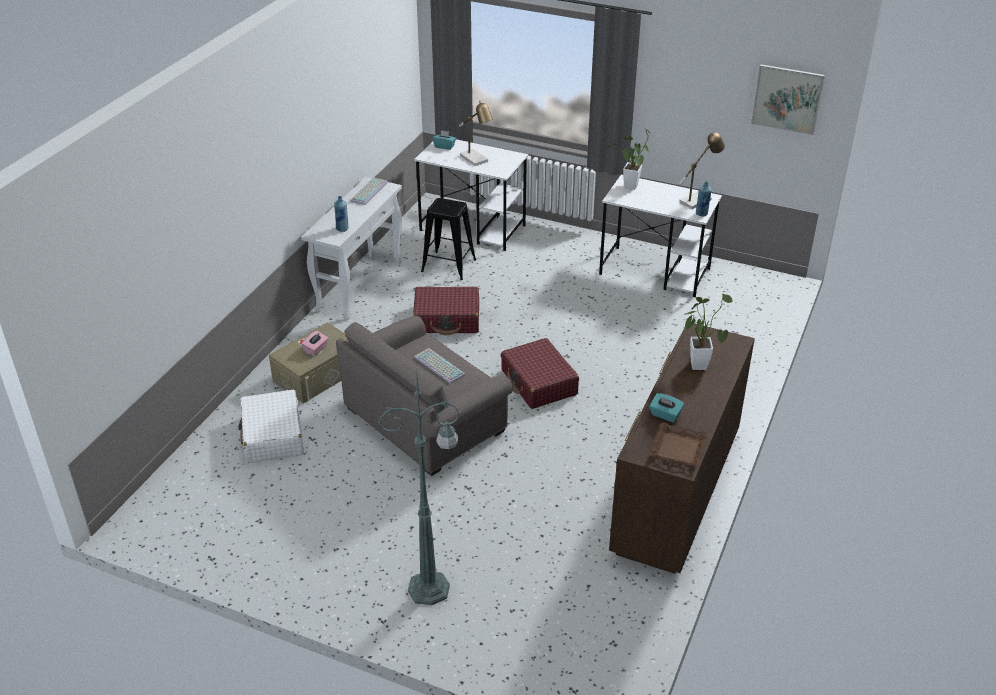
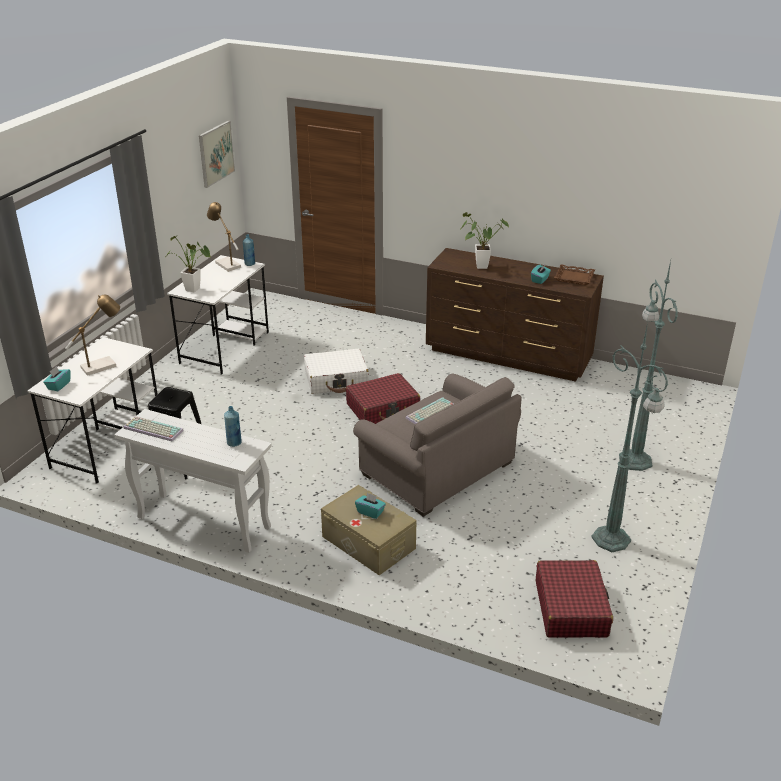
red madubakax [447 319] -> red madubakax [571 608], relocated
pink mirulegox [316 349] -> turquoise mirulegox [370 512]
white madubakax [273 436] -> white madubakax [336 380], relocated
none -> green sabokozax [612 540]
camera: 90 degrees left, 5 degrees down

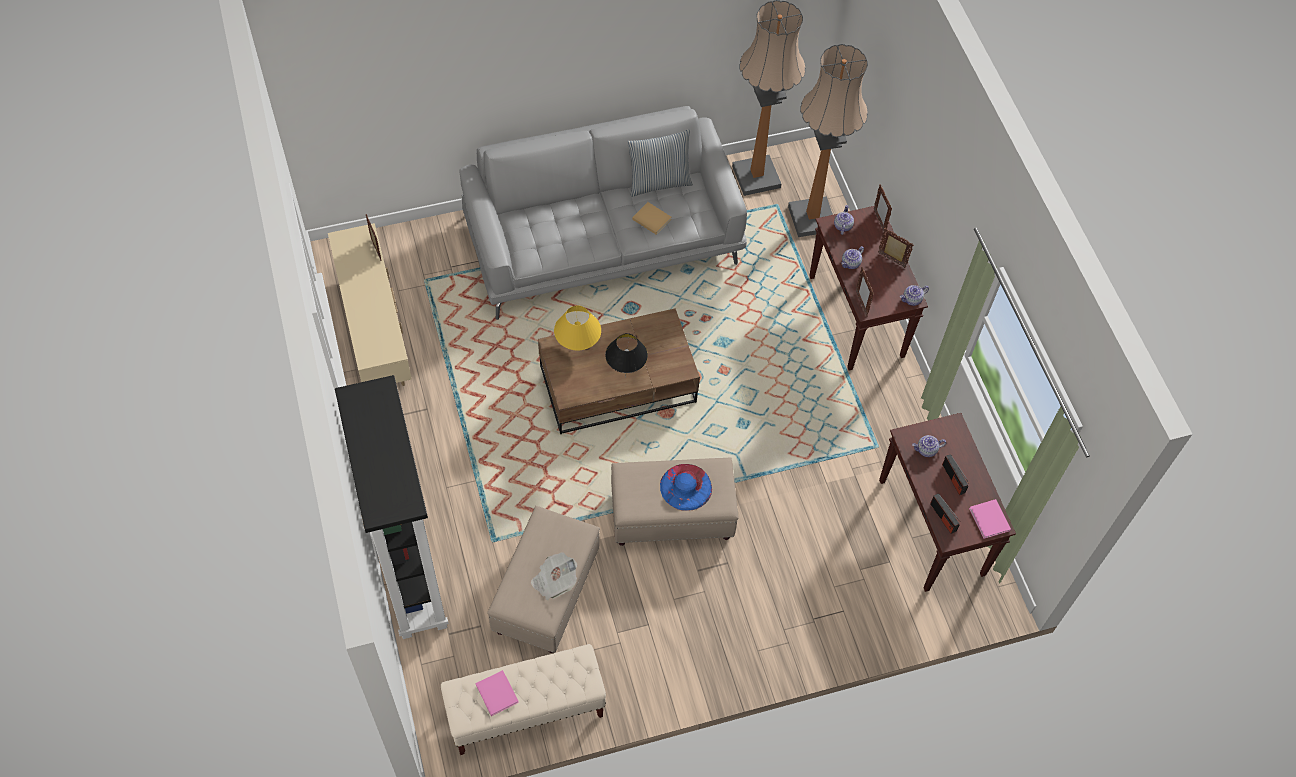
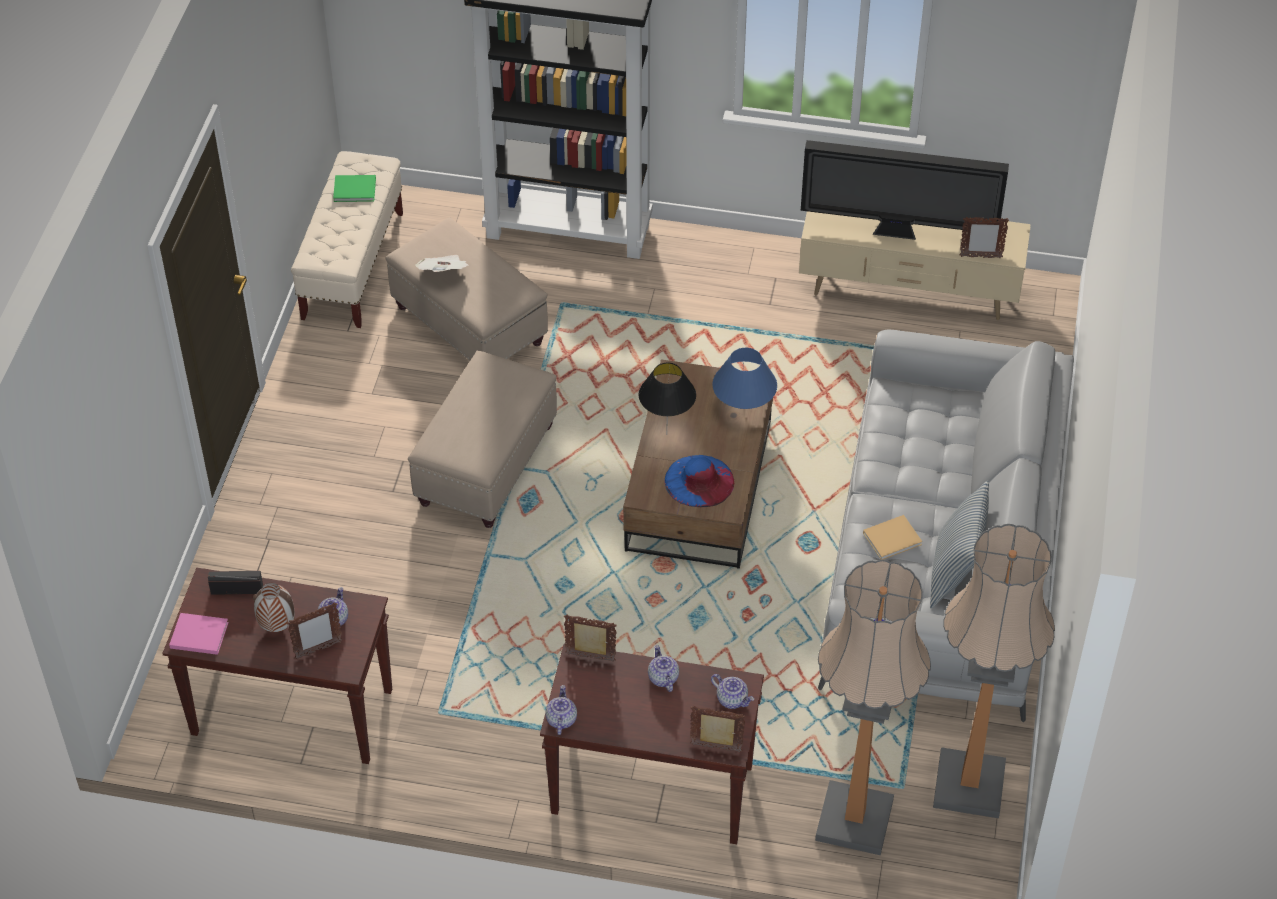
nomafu [891 260] -> nomafu [318 650], relocated
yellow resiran [577 344] -> blue resiran [743 408]
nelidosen [953 478] -> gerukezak [276 627]
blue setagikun [686 487] -> blue setagikun [699 481], relocated
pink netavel [496 692] -> green netavel [356 190]
none -> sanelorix [897 233]
camera: 120 degrees right, 10 degrees down

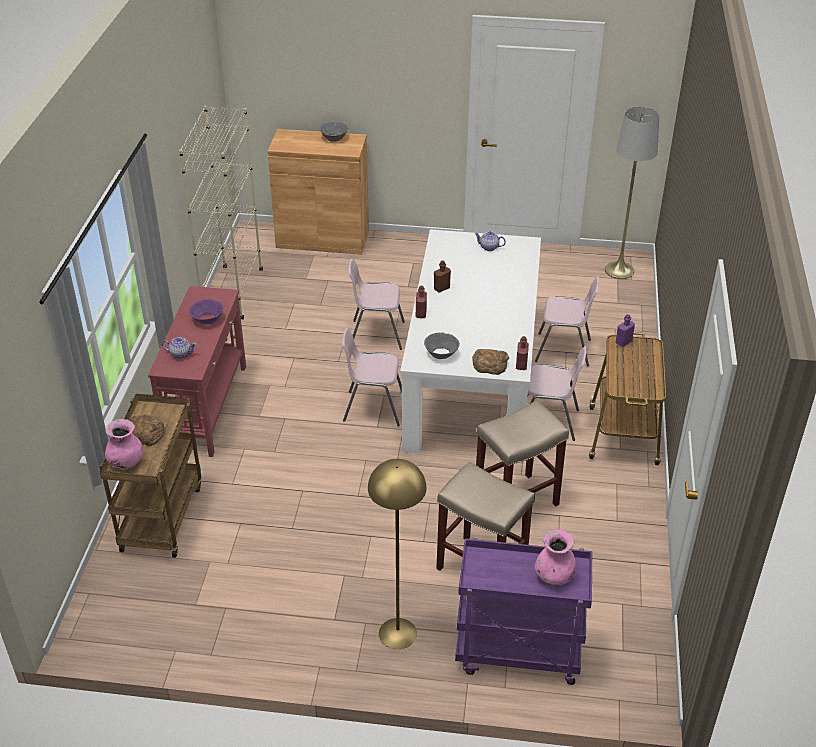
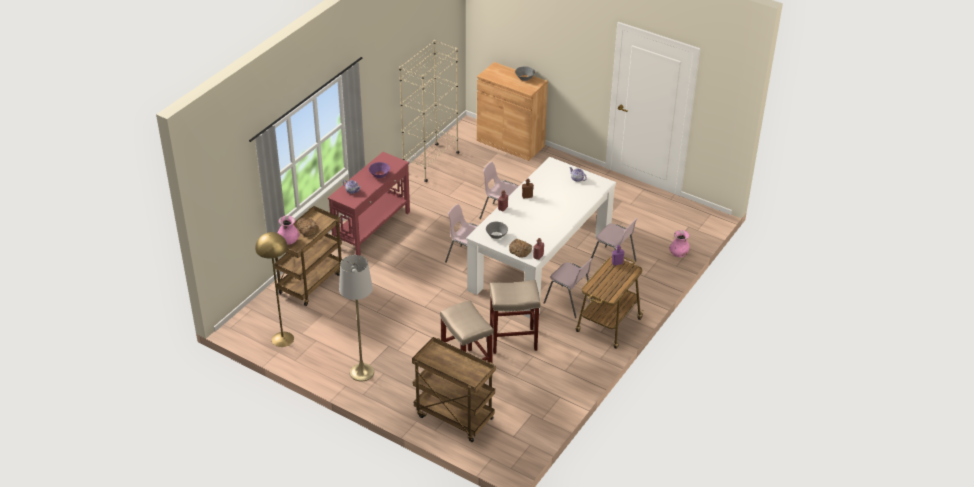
grey sabokozax [619 270] -> grey sabokozax [361 372], relocated
yellow sabokozax [397 633] -> yellow sabokozax [282 339], relocated
pink gerukezak [554 576] -> pink gerukezak [678 254], relocated
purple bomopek [516 654] -> brown bomopek [453 417]
camera: 25 degrees right, 0 degrees up

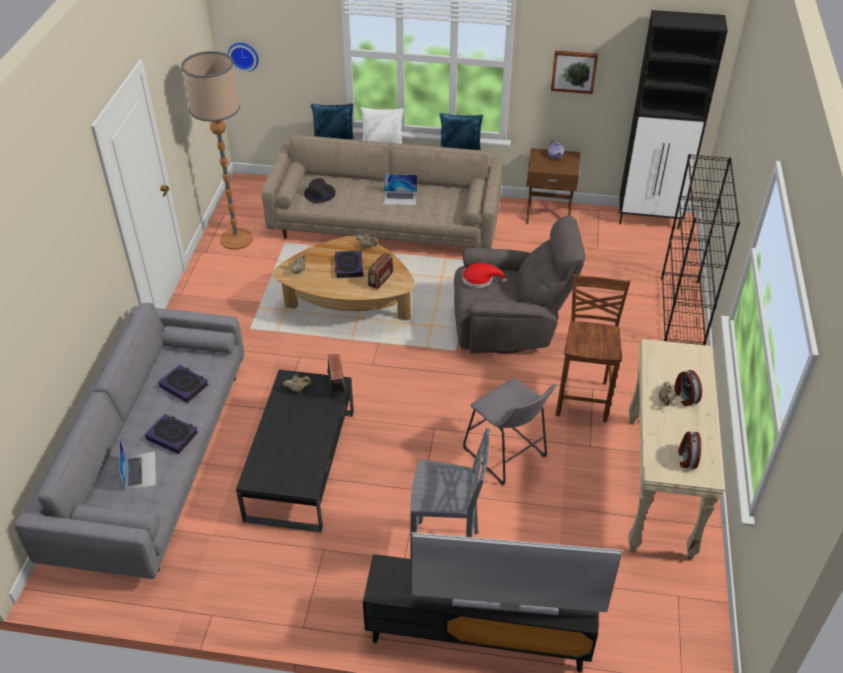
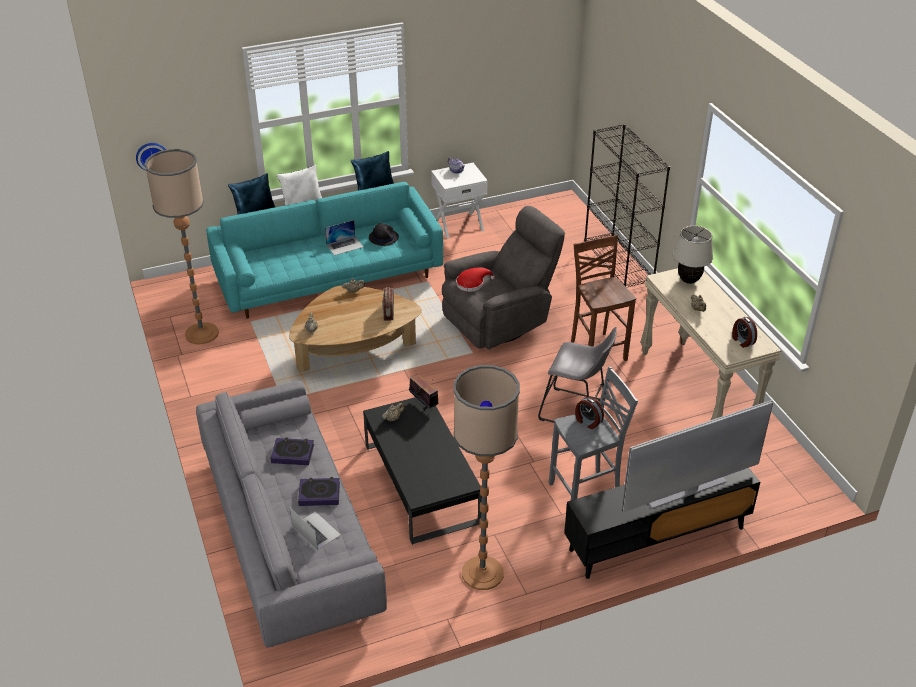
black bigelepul [649 219] -> none
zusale [574 71] -> none
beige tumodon [385 223] -> turquoise tumodon [328 276]
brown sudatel [548 213] -> white sudatel [458 225]
black setagikun [319 193] -> black setagikun [383 237], relocated
netavel [349 266] -> none
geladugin [685 397] -> geladugin [588 422], relocated
none -> beige resiran [689 280]
none -> sabokozax [482 573]
camera: 30 degrees left, 5 degrees down

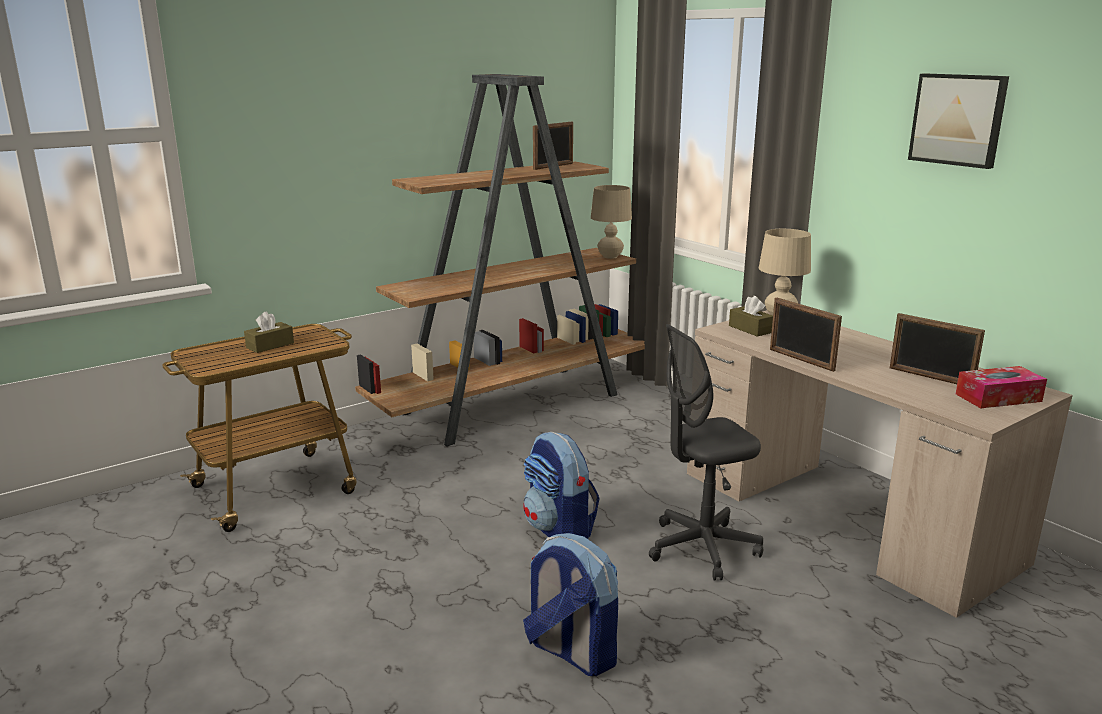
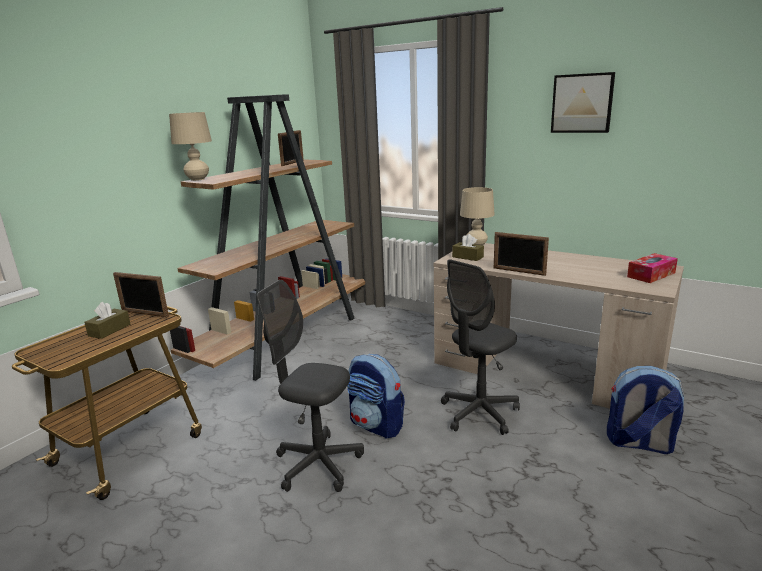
beige resiran [610 256] -> beige resiran [197 179], relocated
nomafu [930 377] -> nomafu [144 314], relocated
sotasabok [571 652] -> sotasabok [639 443], relocated
none -> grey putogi [318 464]
camera: 20 degrees left, 0 degrees up

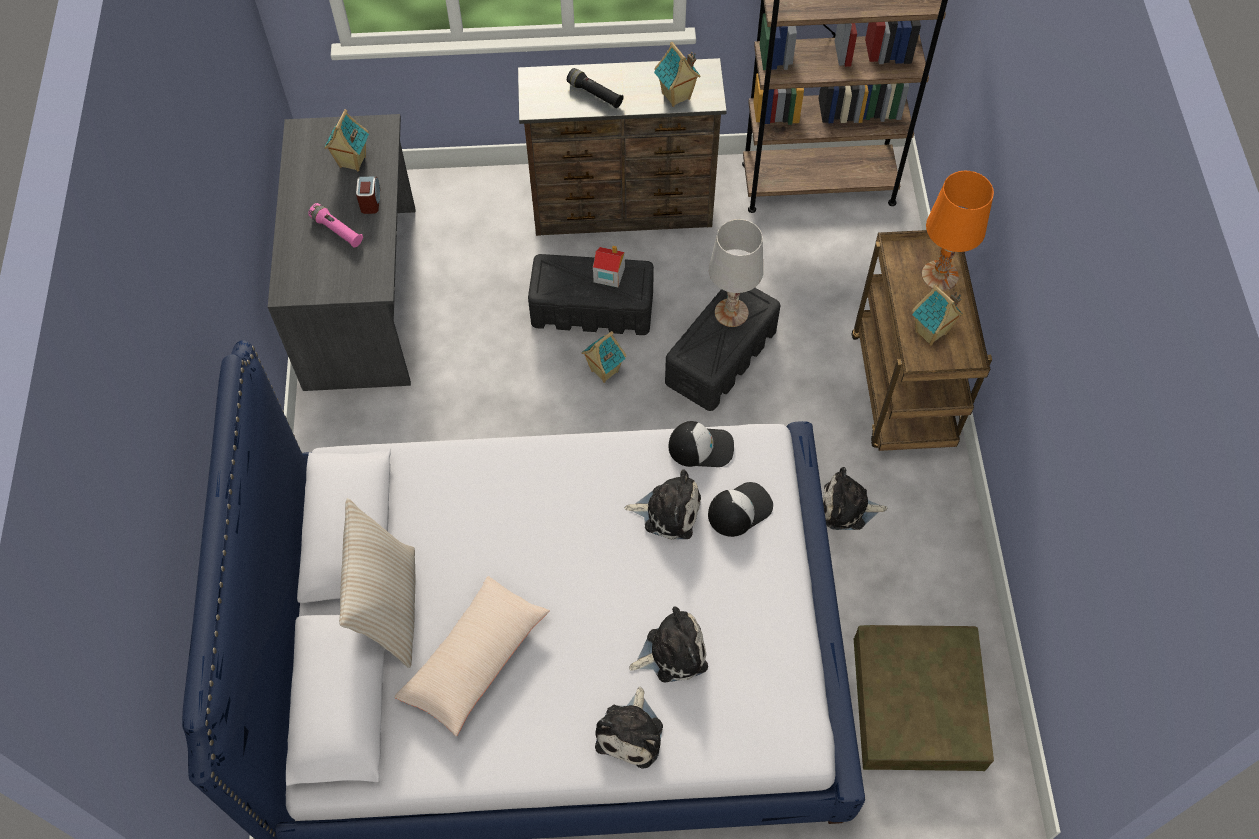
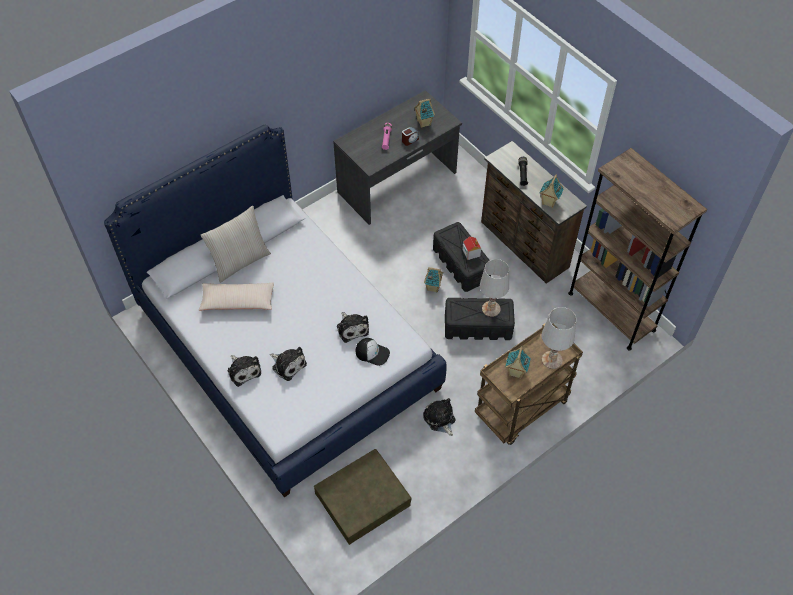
orange resiran [940 276] -> white resiran [552 360]
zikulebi [701 446] -> none
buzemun [631 732] -> buzemun [243 370], 105 degrees counterclockwise
camera: 55 degrees right, 5 degrees down

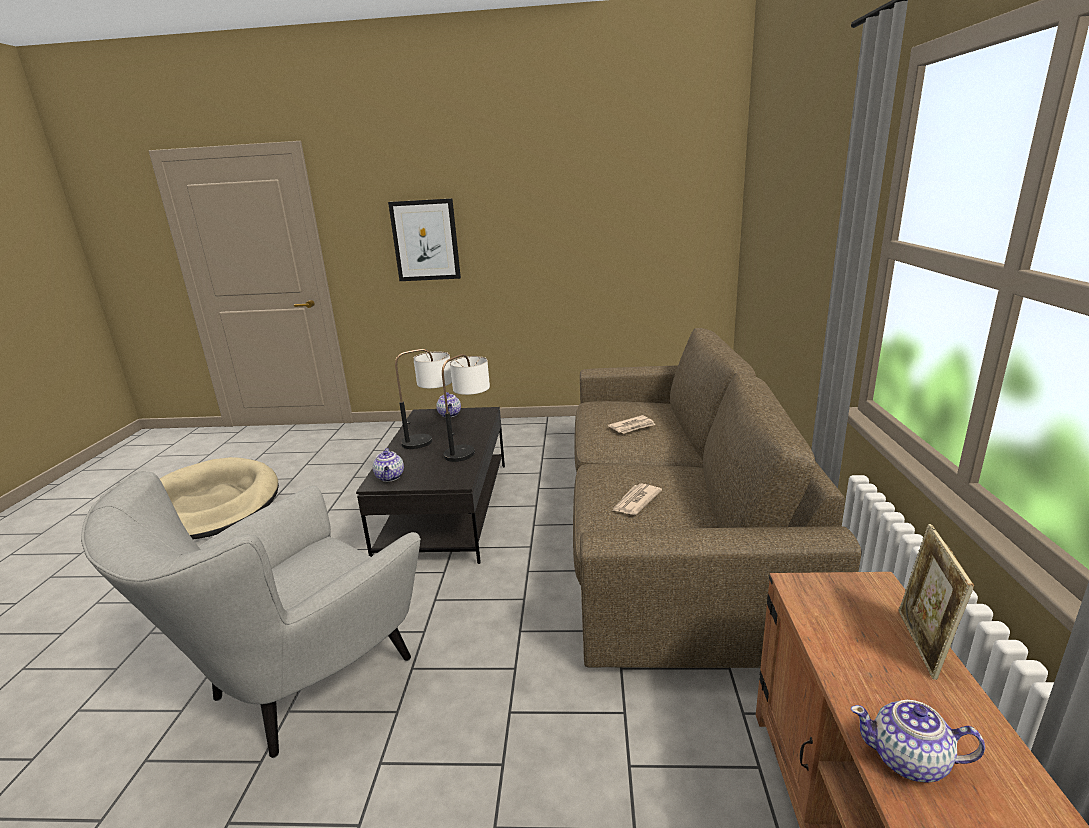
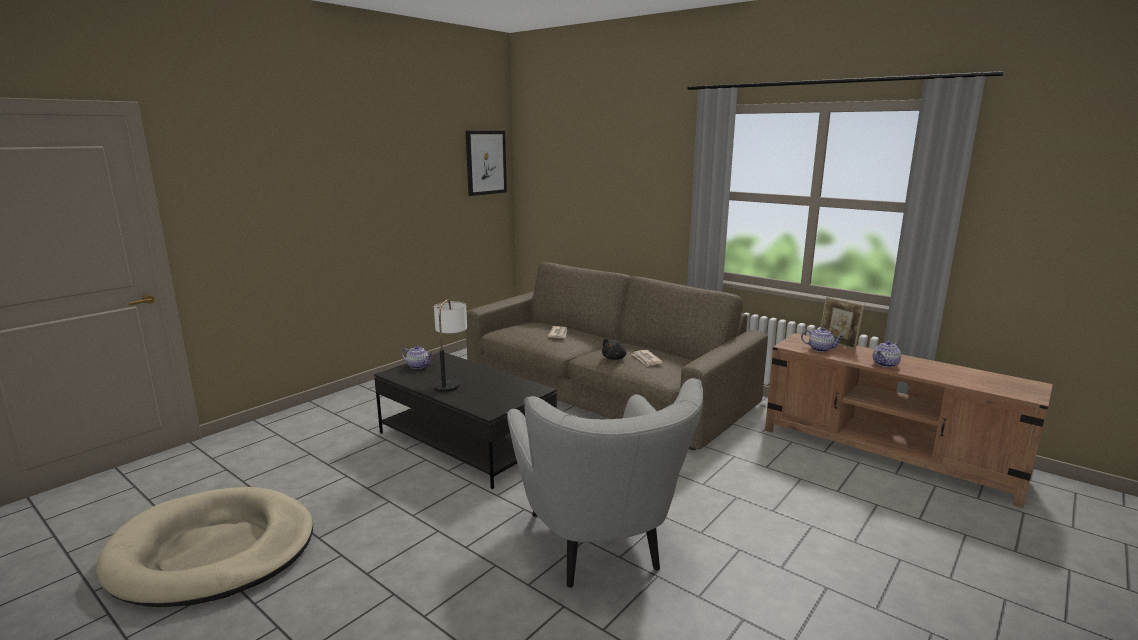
zusale [425 240] -> zusale [485 162], relocated
resiran [470 448] -> none
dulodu [390 477] -> dulodu [821 349], relocated
none -> black buzemun [614 358]
camera: 55 degrees left, 5 degrees down

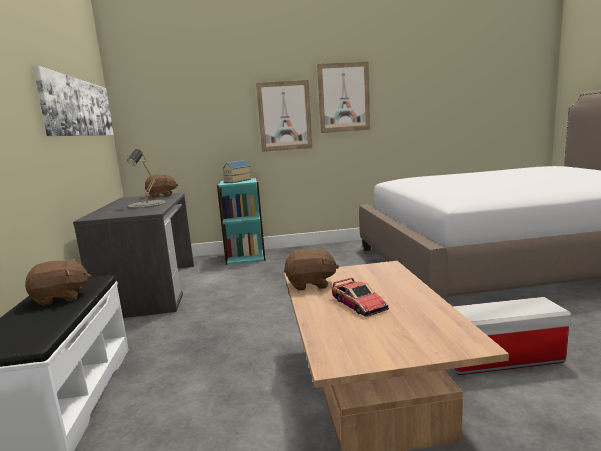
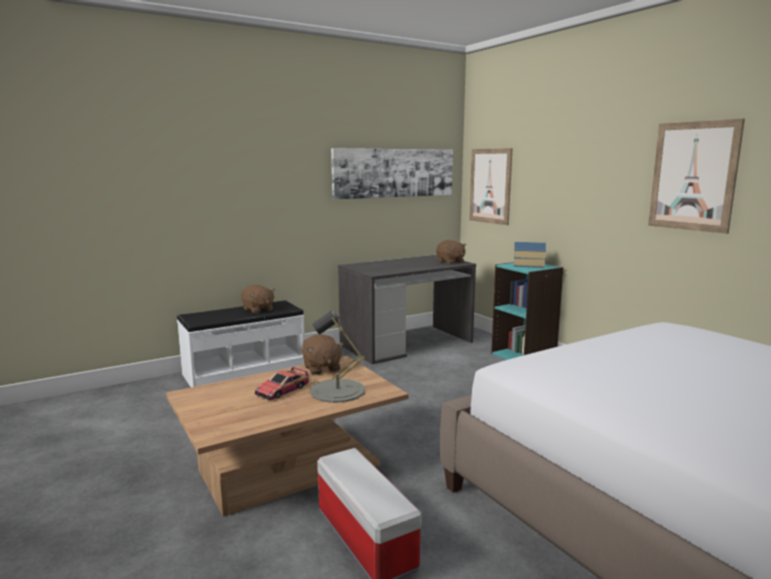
zusale [284 116] -> zusale [490 186], relocated
grey resiran [147 204] -> grey resiran [337 391], relocated
camera: 65 degrees right, 0 degrees up

